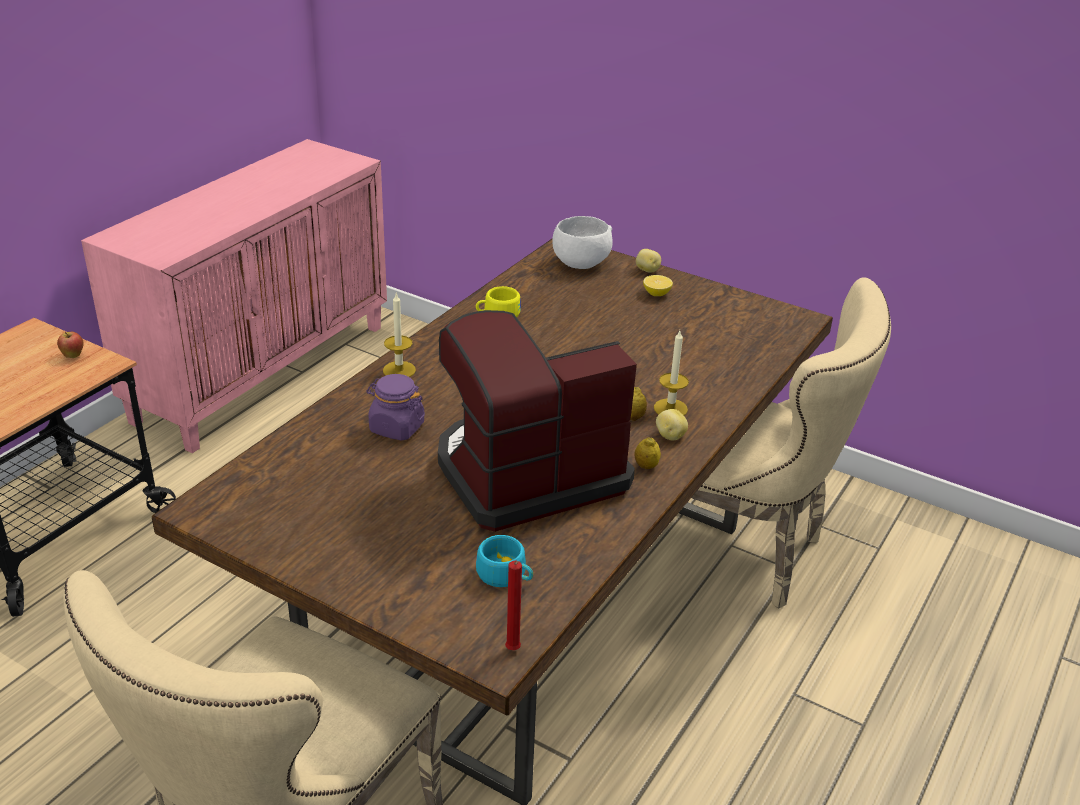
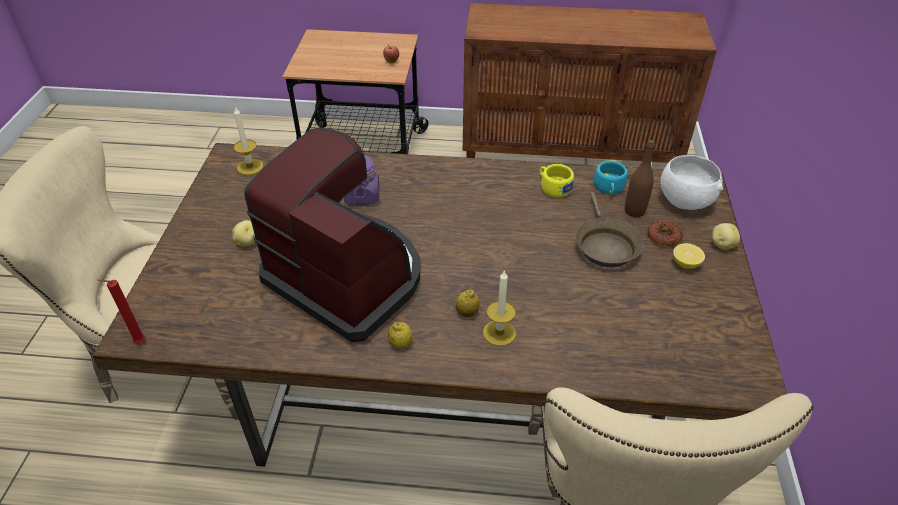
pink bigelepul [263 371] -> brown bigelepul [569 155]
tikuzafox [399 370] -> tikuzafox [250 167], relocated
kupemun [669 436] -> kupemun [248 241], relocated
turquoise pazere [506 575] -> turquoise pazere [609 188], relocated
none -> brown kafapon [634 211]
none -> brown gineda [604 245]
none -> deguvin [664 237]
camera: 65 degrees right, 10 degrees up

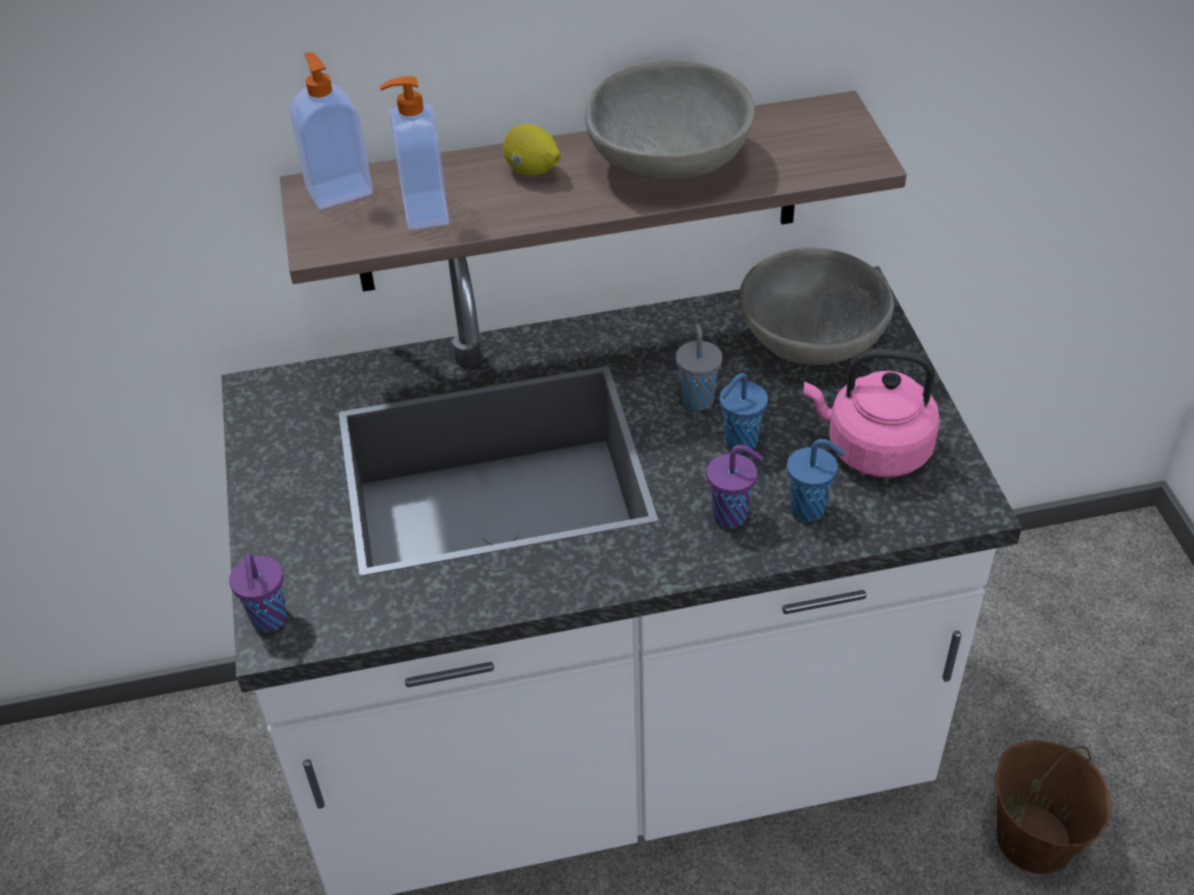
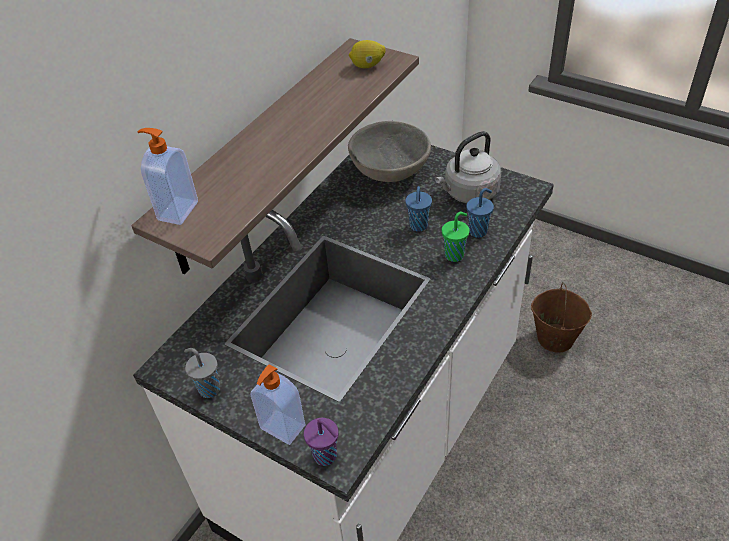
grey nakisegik [667 162] -> none
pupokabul [423 211] -> pupokabul [282 428], relocated
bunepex [532 171] -> bunepex [367 66], relocated
grey pazere [697 398] -> grey pazere [208 388], relocated
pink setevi [872 449] -> grey setevi [469 193]
purple pazere [732 515] -> green pazere [455 254]
camera: 45 degrees left, 0 degrees up

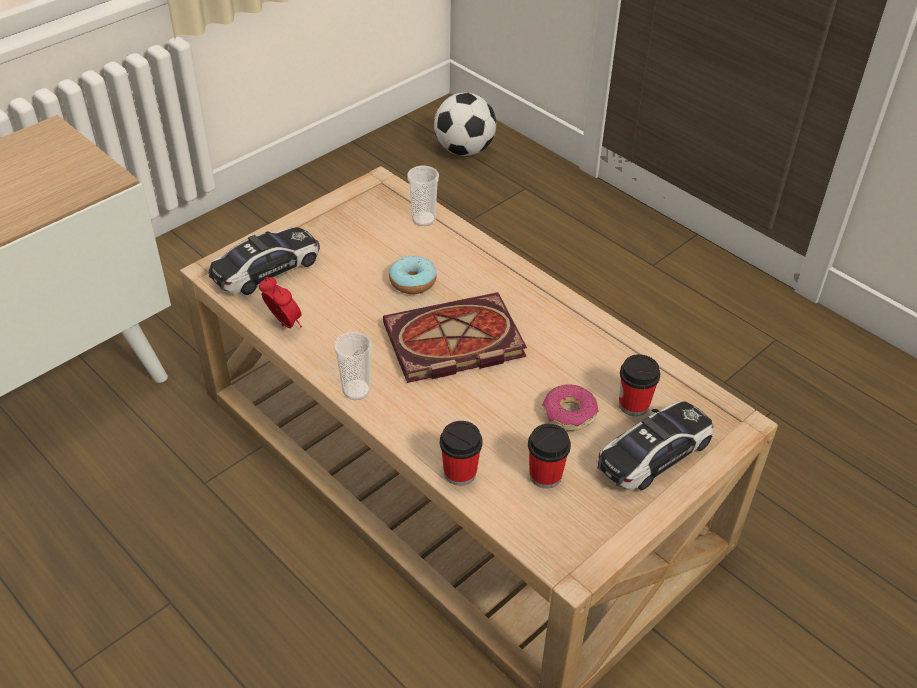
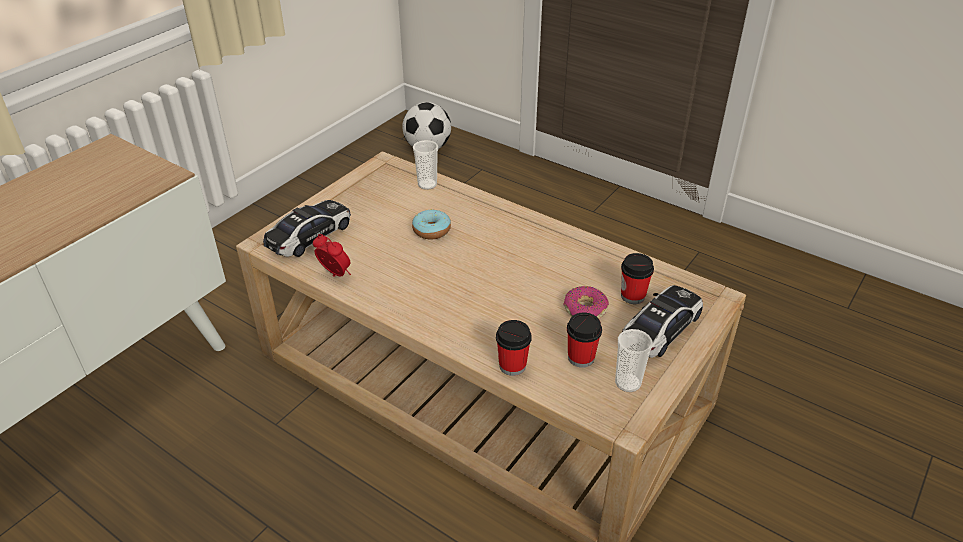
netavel [451 343] -> none
pazere [356 390] -> pazere [627 383], relocated
camera: 10 degrees left, 5 degrees down

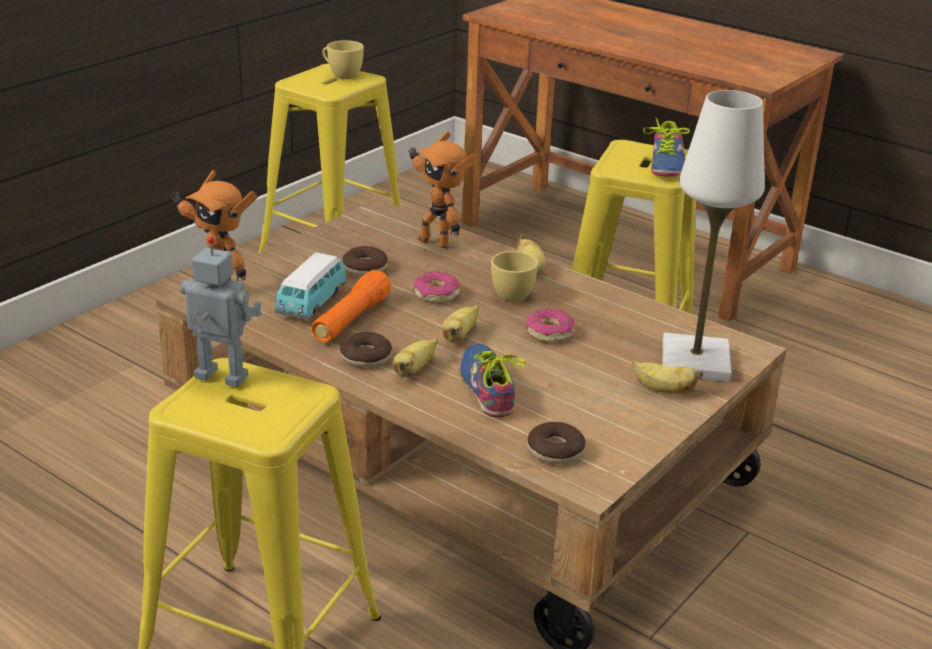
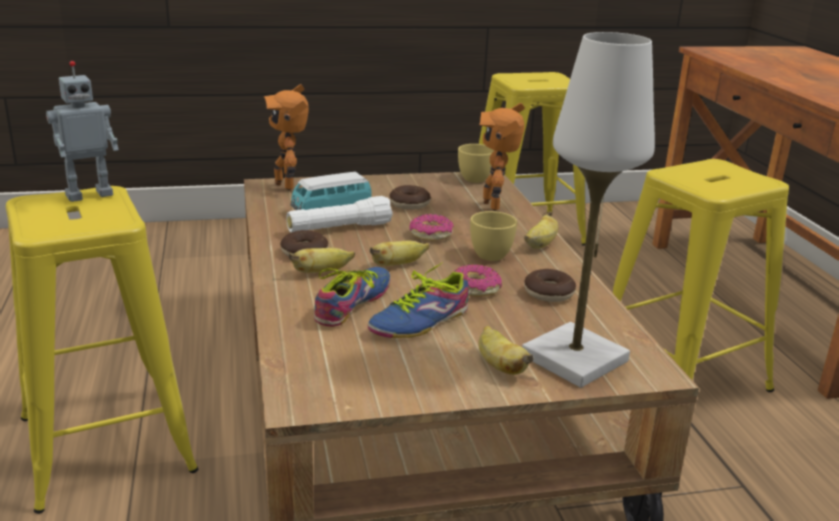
yellow pazere [341 75] -> yellow pazere [472 177], relocated
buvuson [663 164] -> buvuson [417 320], relocated
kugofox [219 379] -> kugofox [89 194], 90 degrees clockwise
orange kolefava [351 320] -> white kolefava [339 228]
deguvin [555 451] -> deguvin [548 293], relocated
camera: 40 degrees right, 5 degrees down

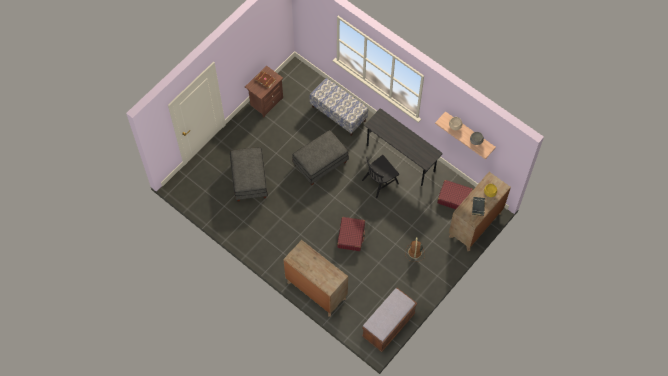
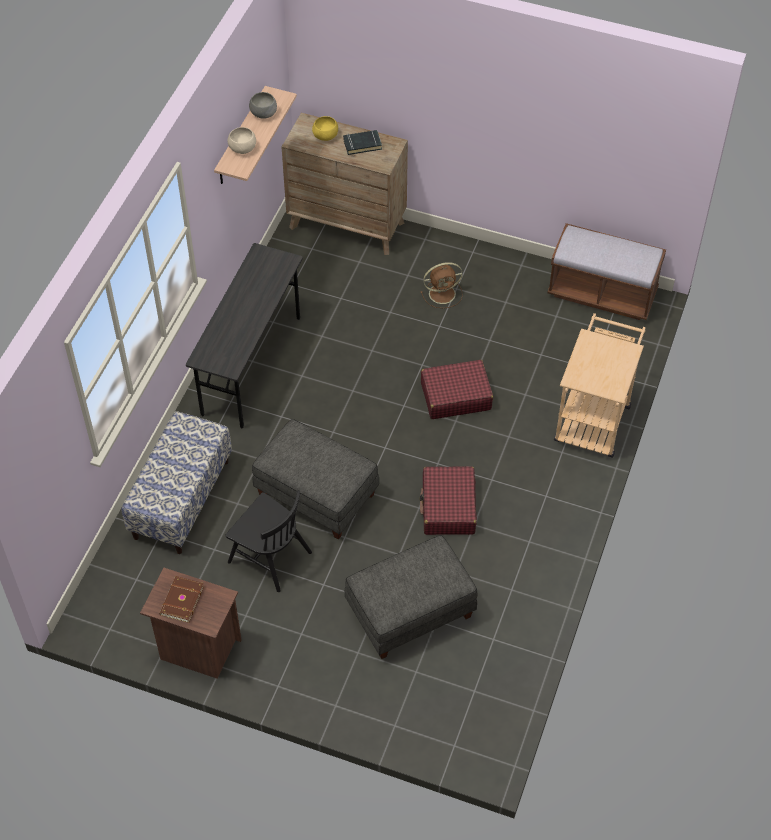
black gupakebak [380 181] -> black gupakebak [269 556], relocated
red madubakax [454 198] -> red madubakax [448 507], relocated
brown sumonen [316 290] -> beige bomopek [594 417]
camera: 110 degrees left, 10 degrees down

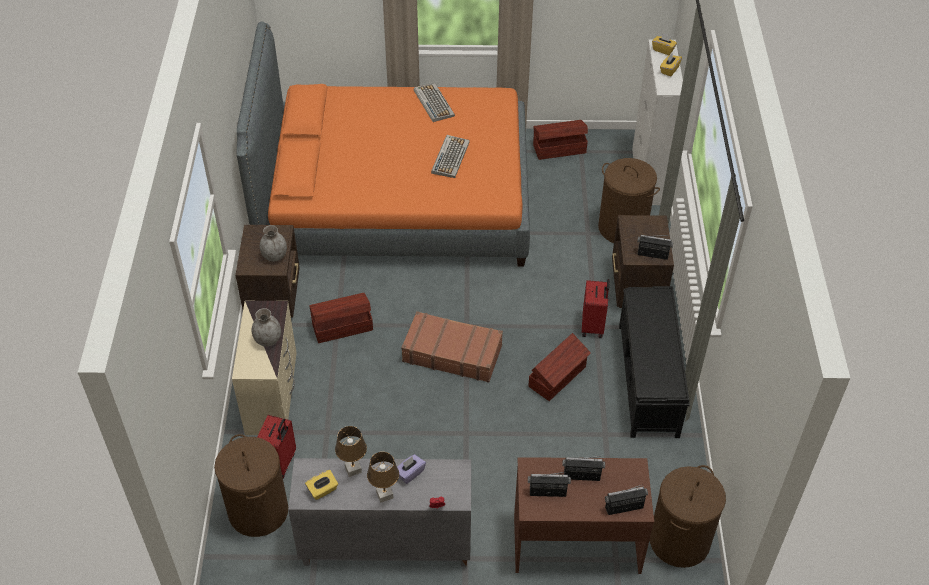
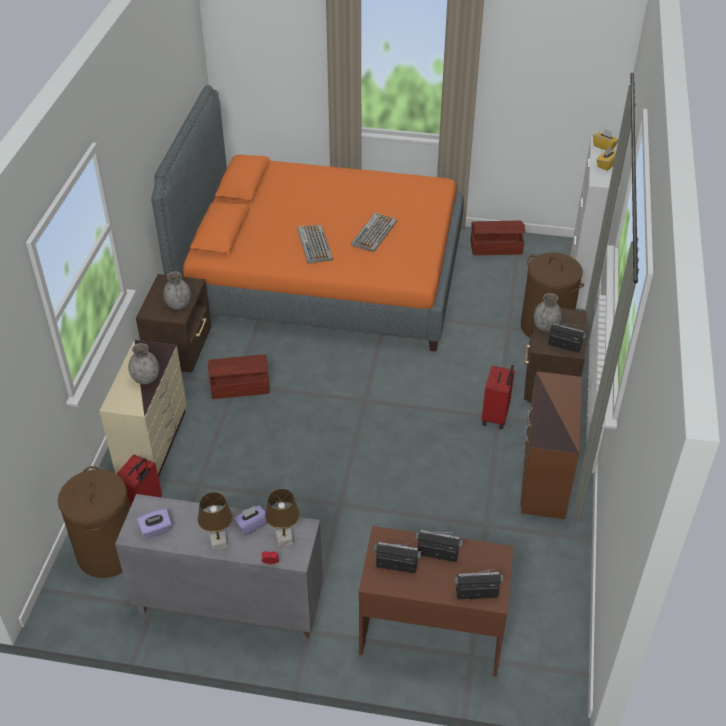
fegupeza [433 103] -> fegupeza [314 244], relocated
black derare [648 380] -> brown sumonen [543 477]
brown madubakax [452 353] -> none
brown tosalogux [558 377] -> none
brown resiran [353 469] -> brown resiran [284 540], relocated
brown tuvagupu [679 541] -> none
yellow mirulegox [322 490] -> purple mirulegox [156 530]
none -> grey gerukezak [546 327]
camera: 10 degrees right, 5 degrees down

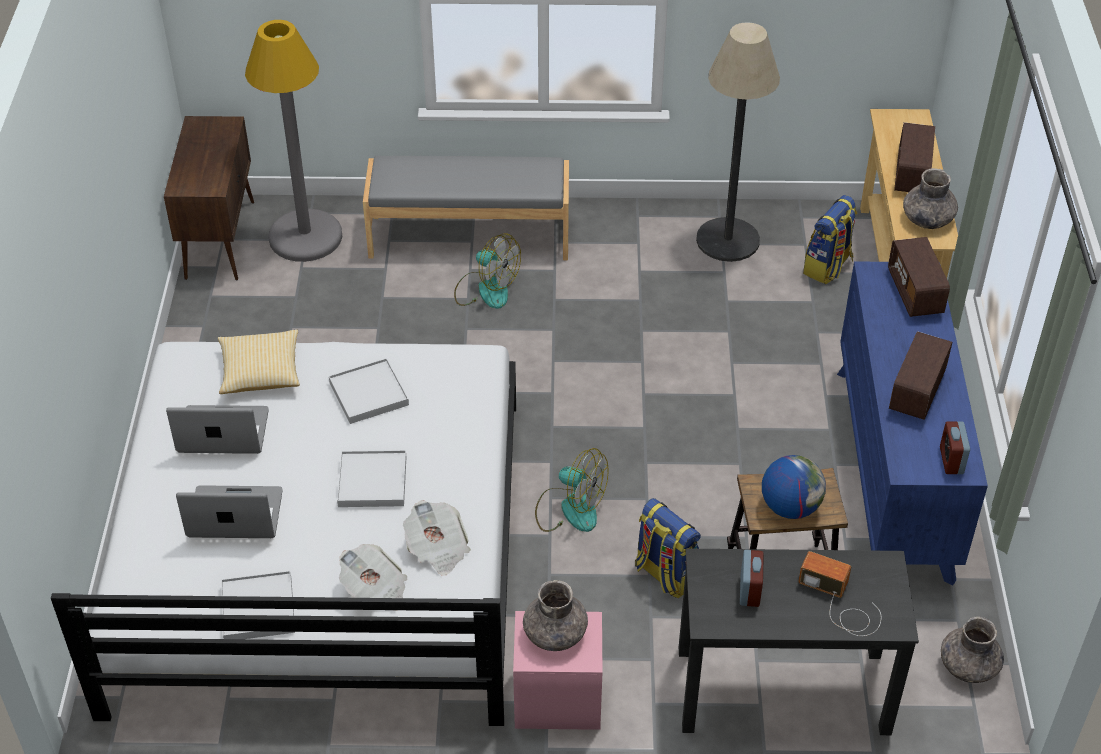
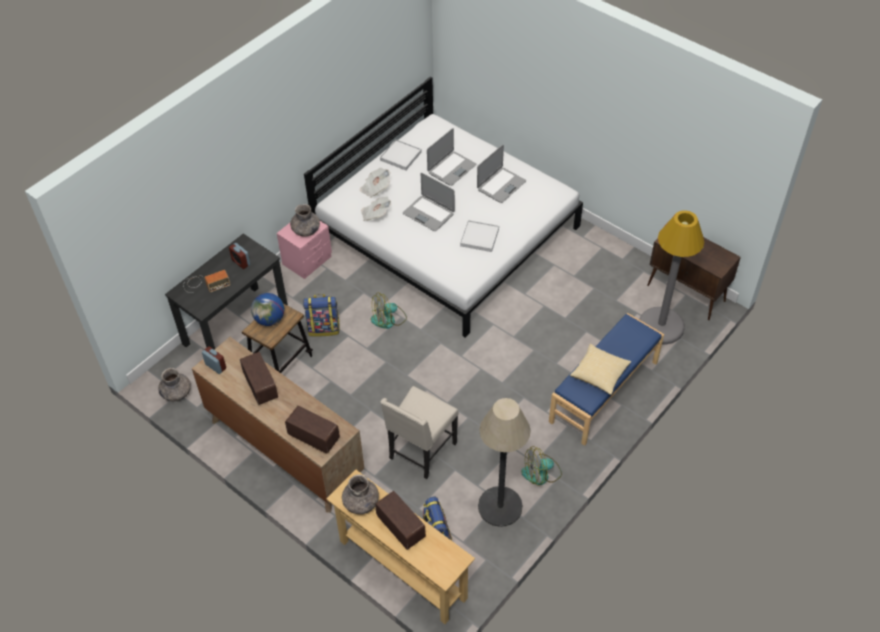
grey derare [469 236] -> blue derare [604 392]
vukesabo [486 289] -> vukesabo [541 473], relocated
blue sumonen [894 472] -> brown sumonen [284 449]
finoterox [261 372] -> finoterox [599 374], relocated
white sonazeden [372 481] -> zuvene [428 213]
none -> beige gupakebak [421 451]
camera: 130 degrees right, 5 degrees up

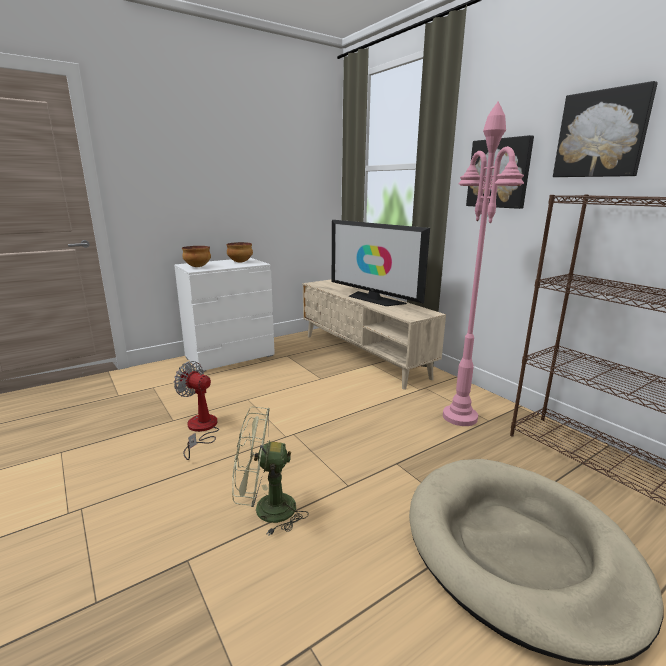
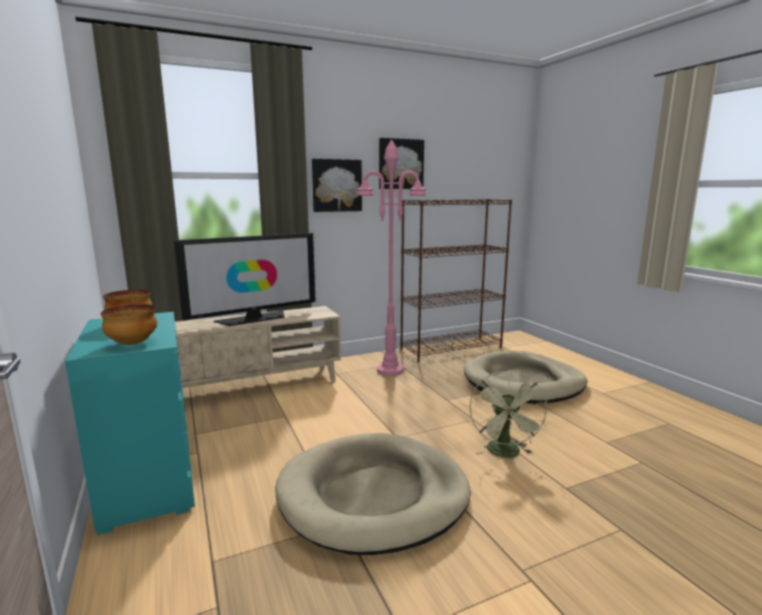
white sumonen [230 357] -> turquoise sumonen [149 481]
vukesabo [201 430] -> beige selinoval [373 495]
camera: 80 degrees left, 5 degrees down

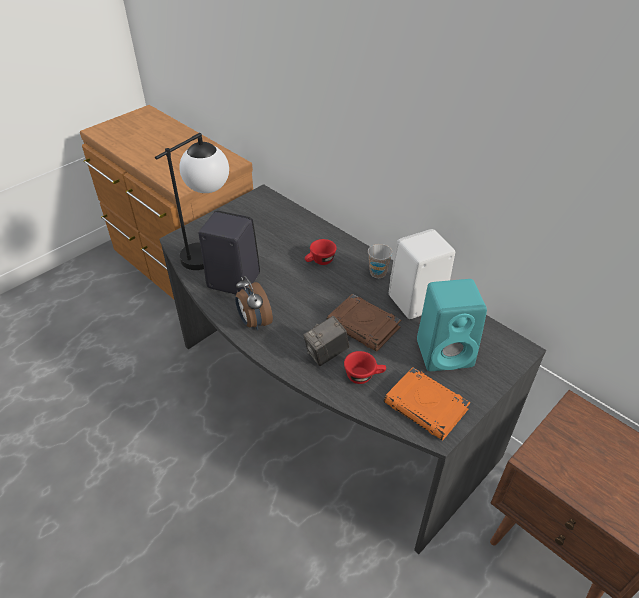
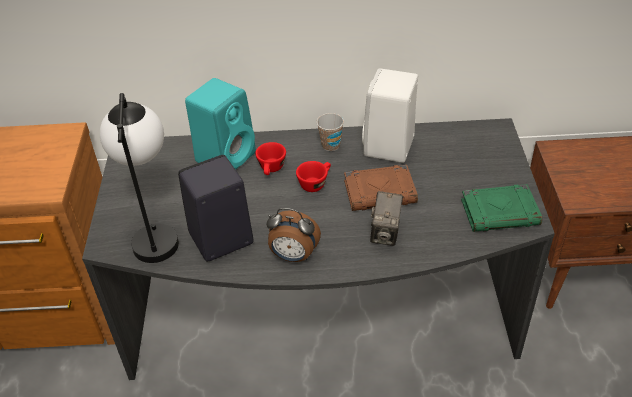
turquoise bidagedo [446 352] -> turquoise bidagedo [226 156], relocated
red pazere [364 376] -> red pazere [315 183], relocated
orange netavel [426 407] -> green netavel [500 212]
camera: 45 degrees left, 0 degrees up

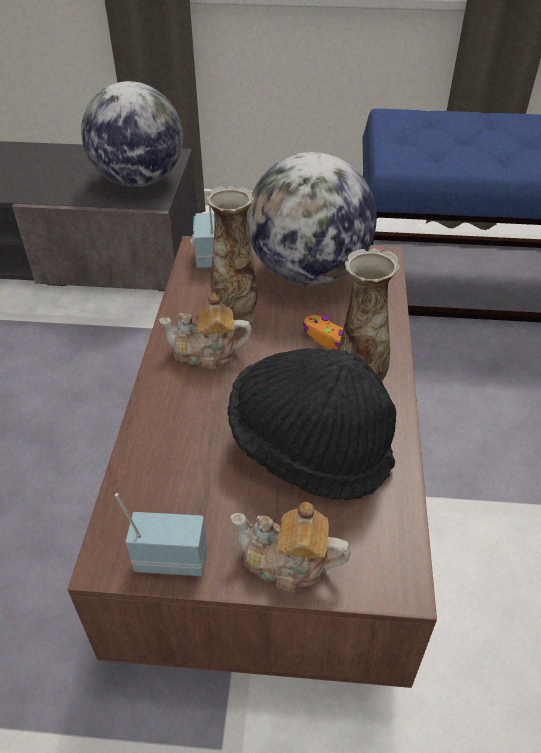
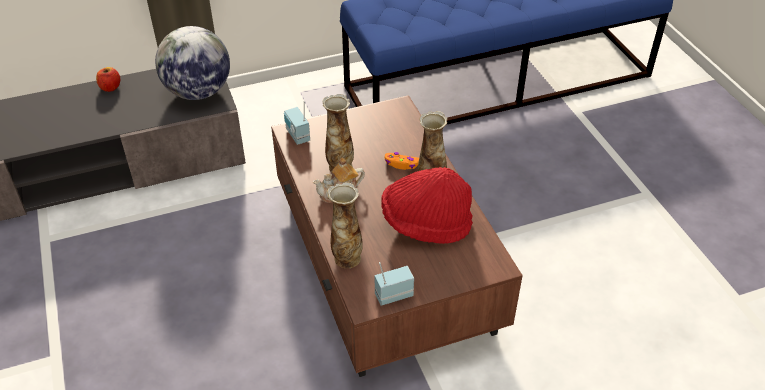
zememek [308 273] -> none
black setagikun [309 447] -> red setagikun [425 223]
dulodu [287 563] -> none
none -> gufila [110 87]
none -> gerukezak [347 257]
camera: 25 degrees left, 0 degrees up

